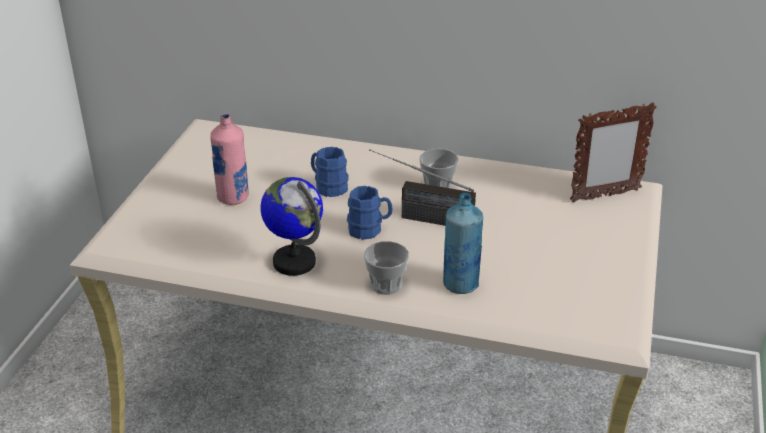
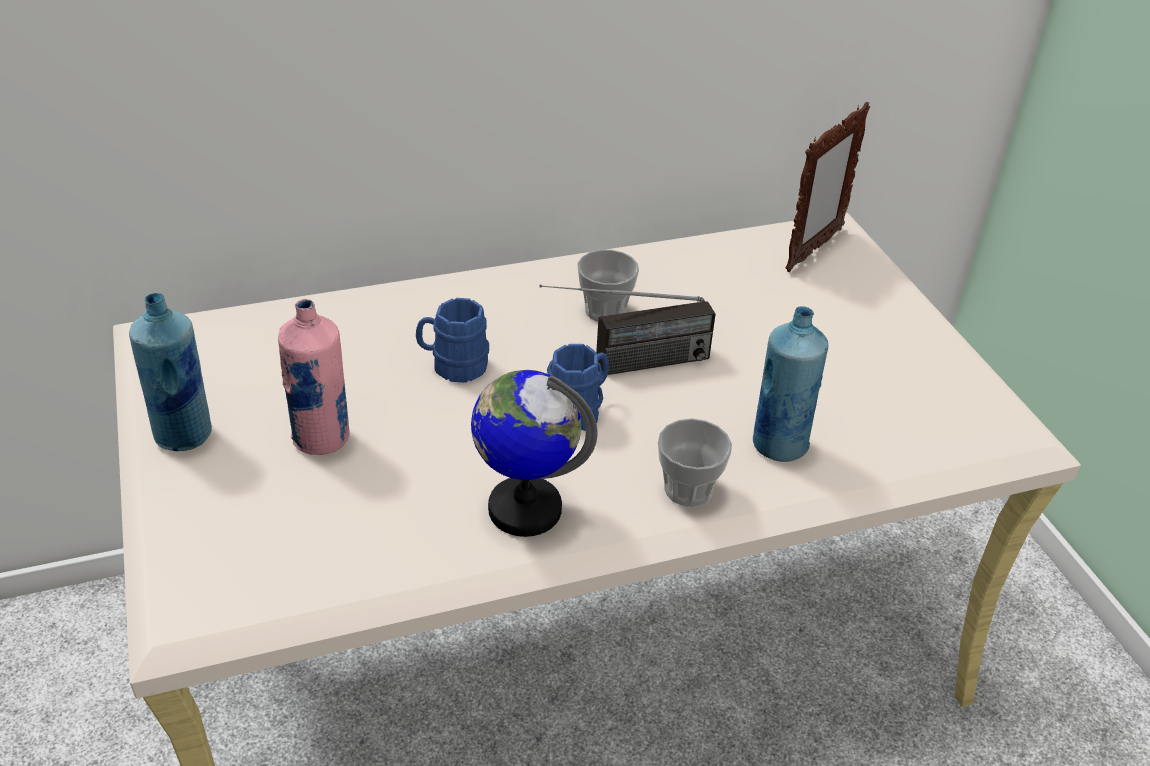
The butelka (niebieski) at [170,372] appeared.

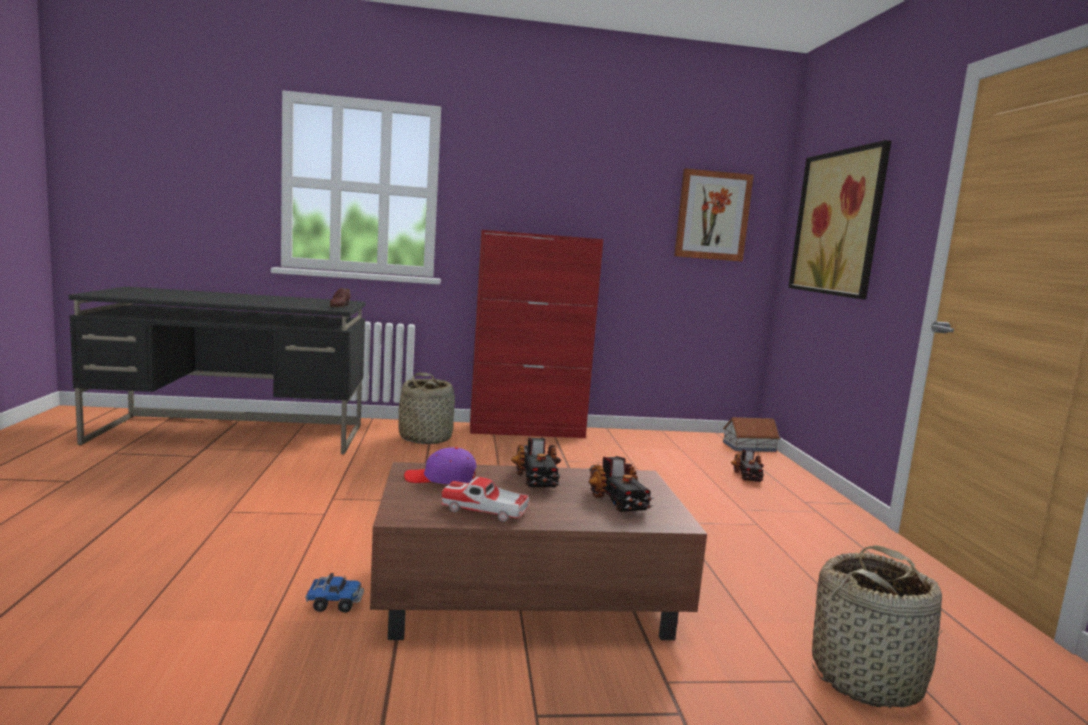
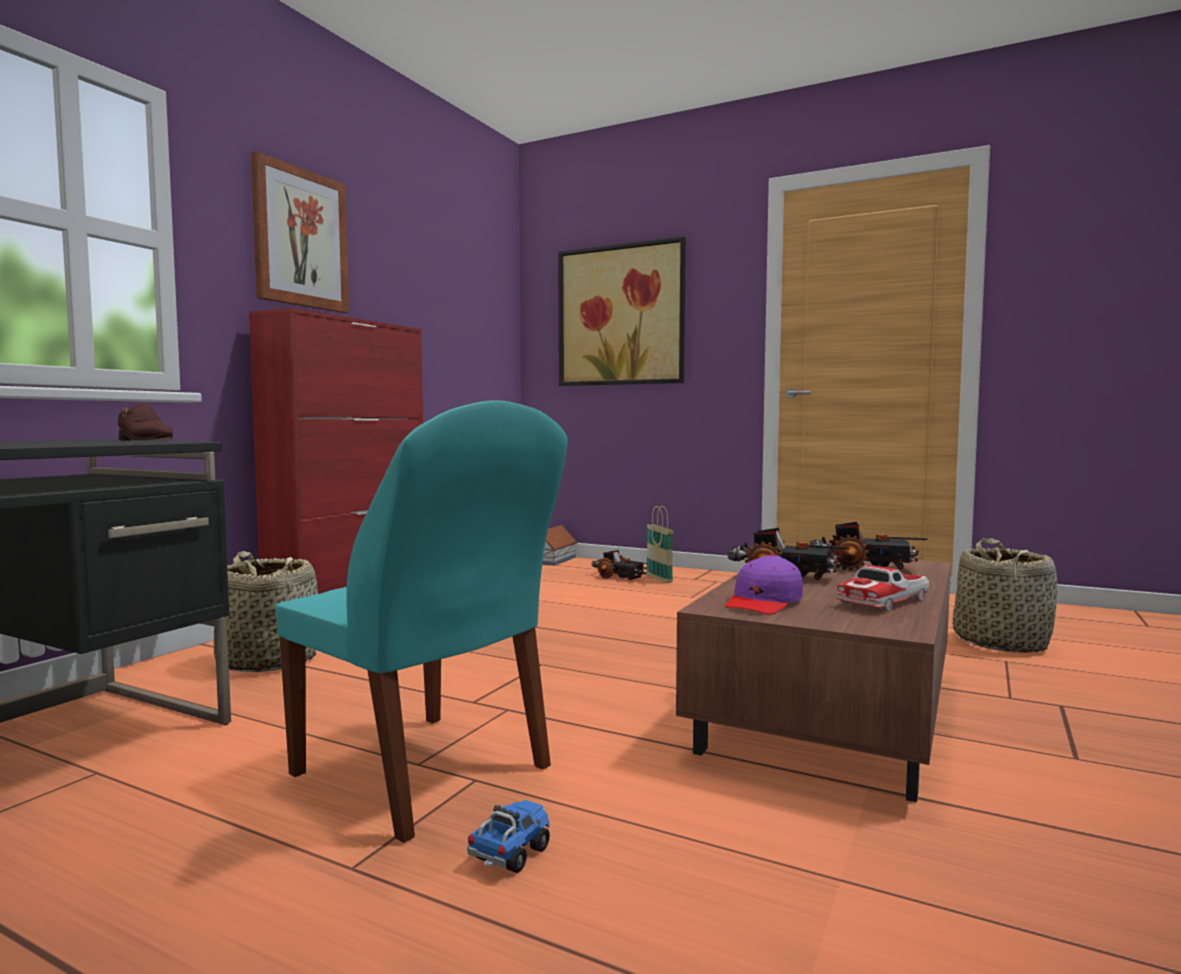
The obraz moved from [714,215] to [300,232]. The krzesło (turkusowy) at [421,621] appeared. The ciężarówka zabawkowa moved from [334,593] to [508,836]. The koszyk at [660,544] appeared.

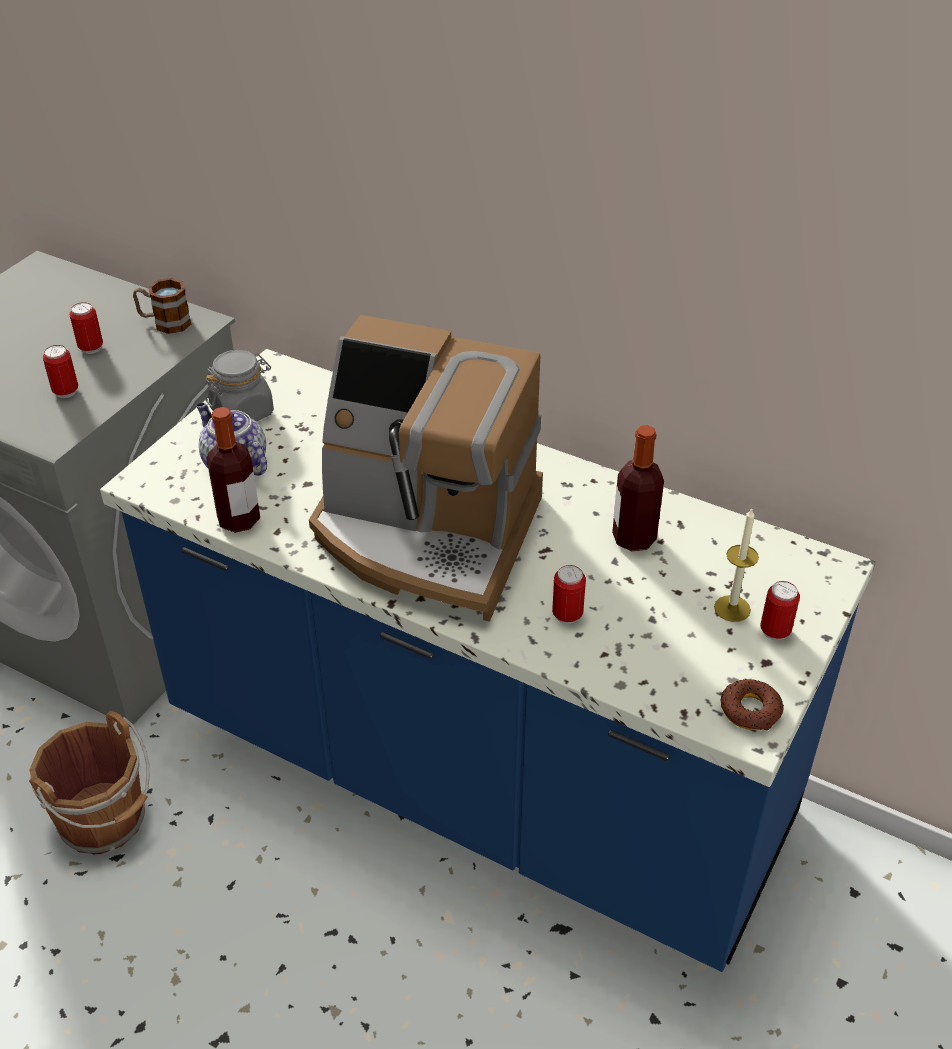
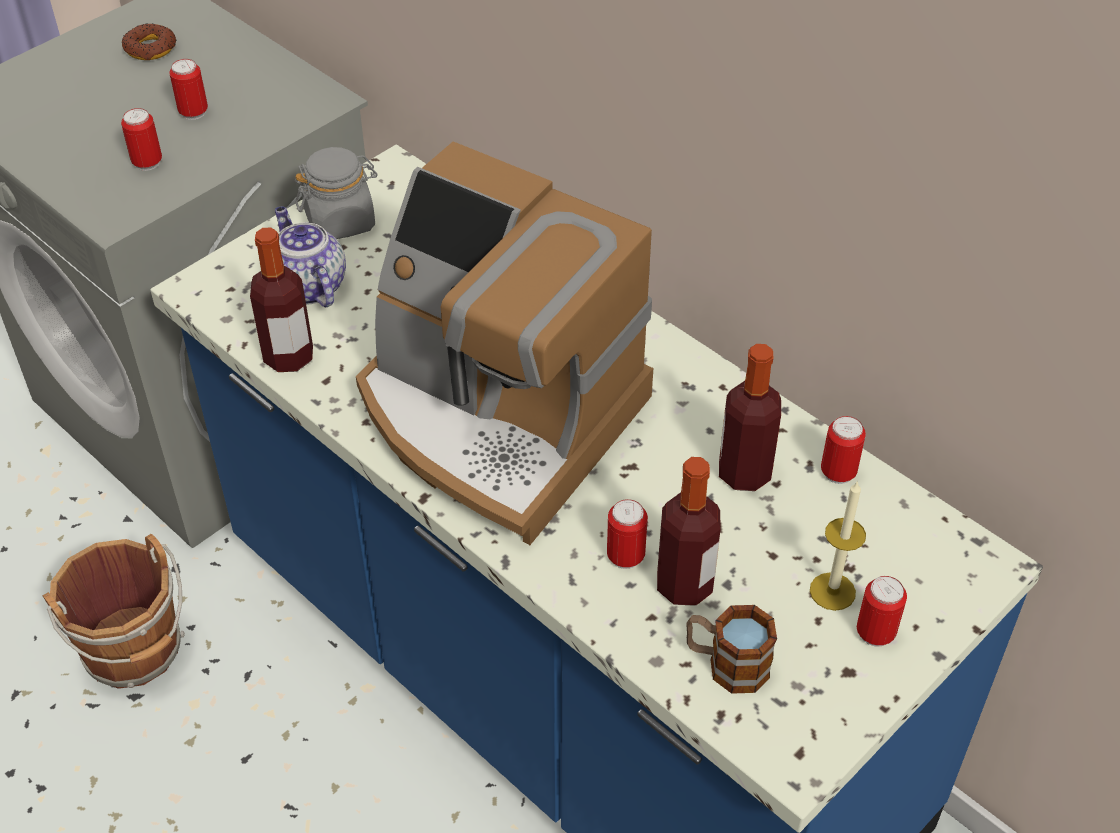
The donut moved from [752,704] to [149,41]. The butelka at [689,531] appeared. The kubek moved from [162,306] to [731,649]. The puszka at [843,450] appeared.

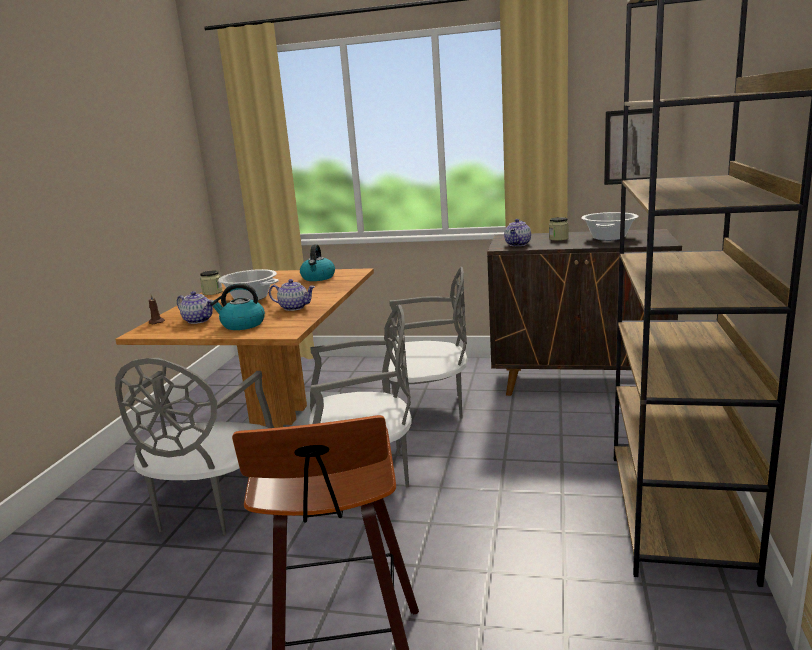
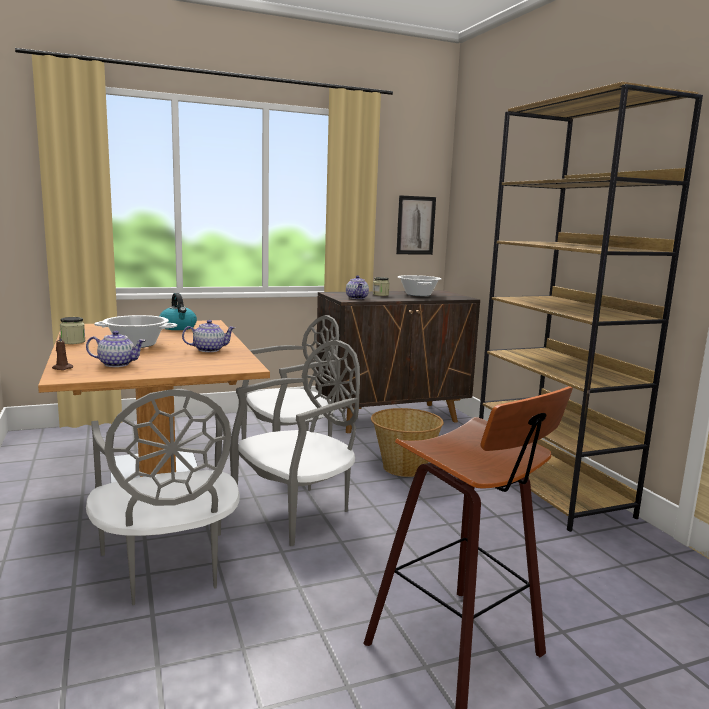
The koszyk at [407,442] appeared. The czajnik at [237,306] disappeared.

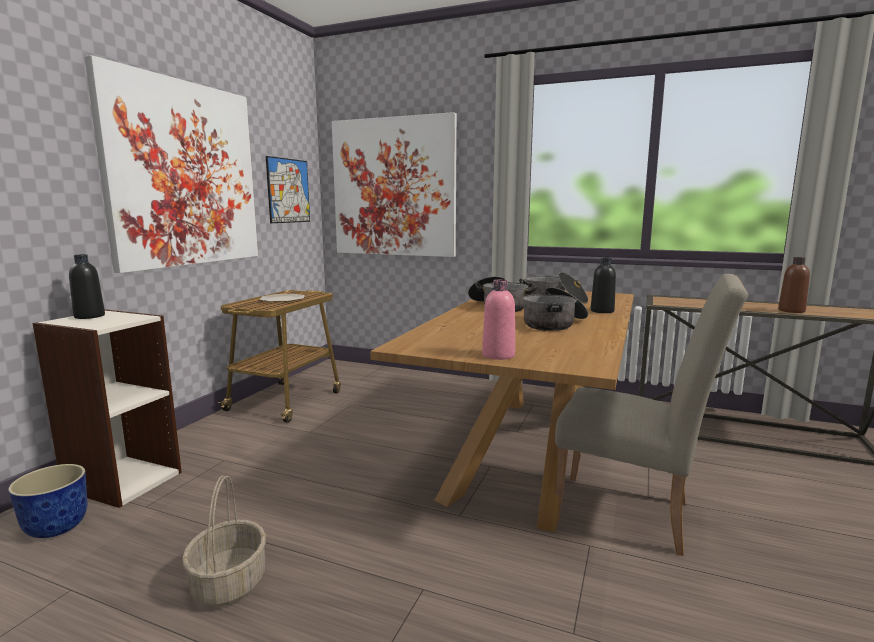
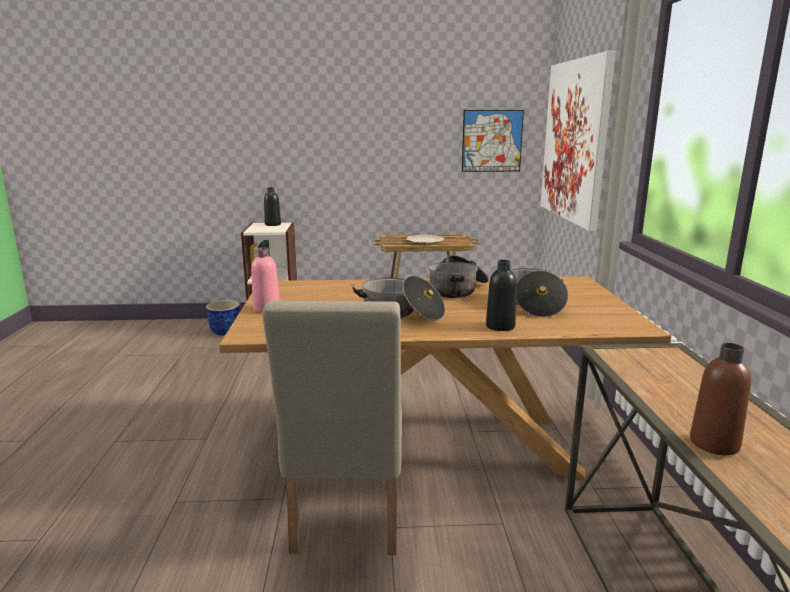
The obraz at [171,164] disappeared. The koszyk at [224,541] disappeared.

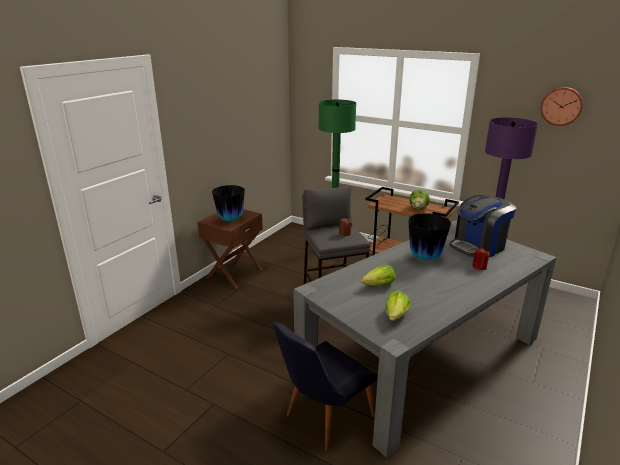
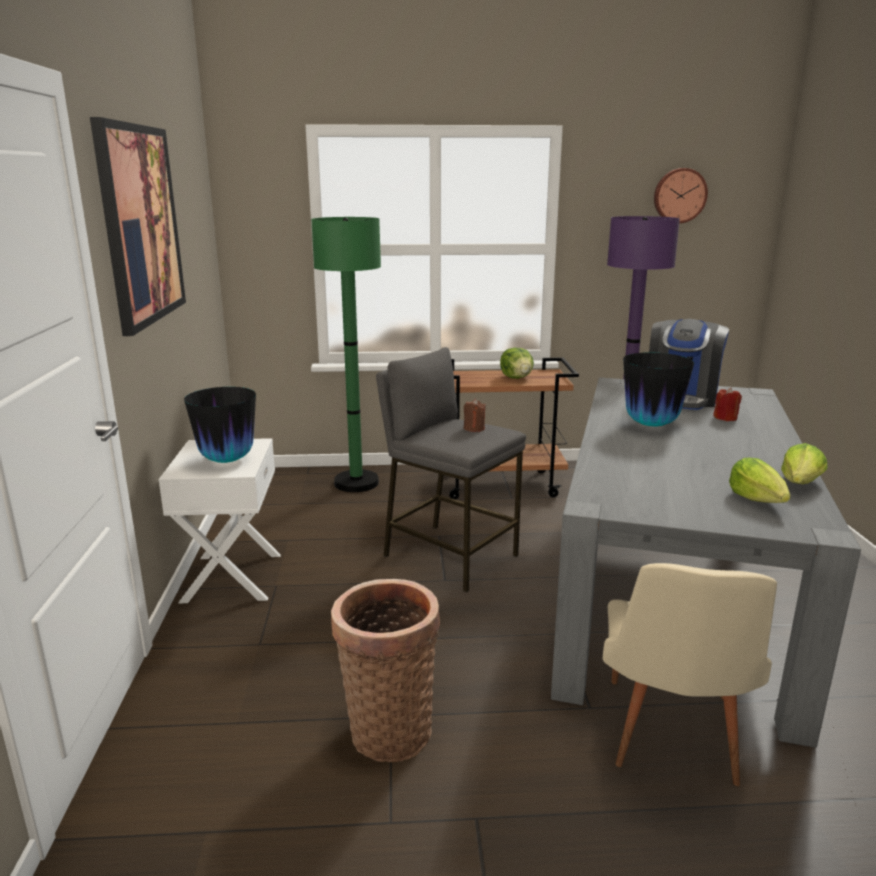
The obraz at [138,226] appeared. The szafka nocna (brązowy) at [230,249] became the szafka nocna (biały) at [220,521]. The koszyk at [385,670] appeared. The krzesło (czarny) at [324,386] became the krzesło (beżowy) at [690,674]. The sałata moved from [378,275] to [804,463].

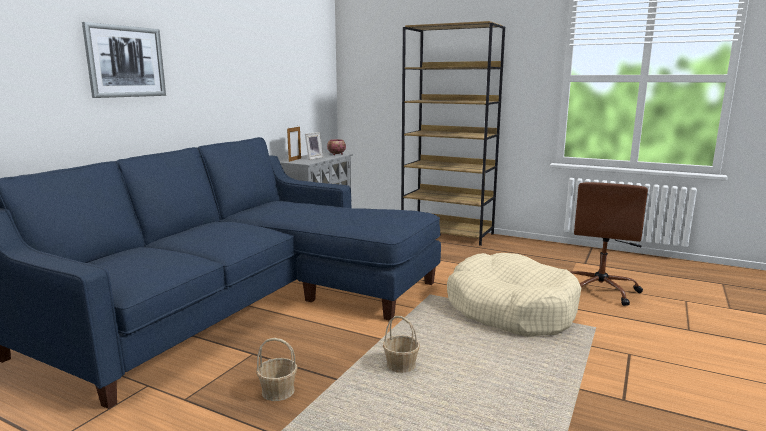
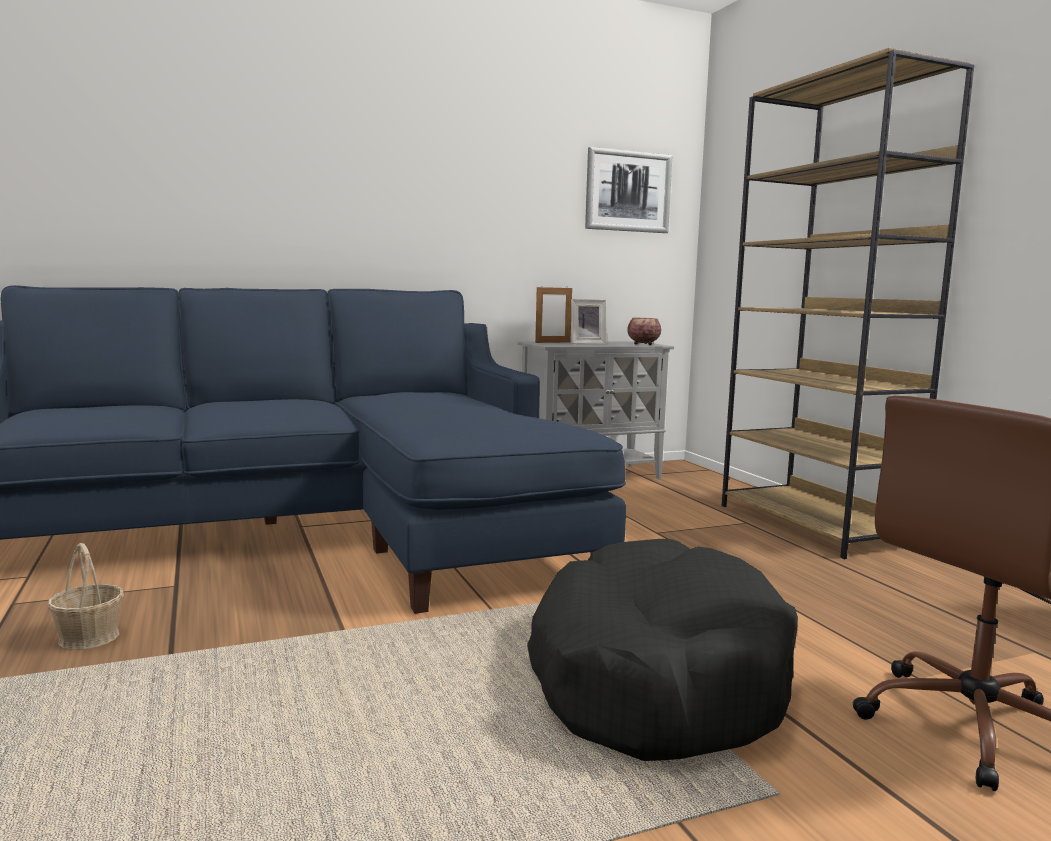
The legowisko (beżowy) at [514,295] became the legowisko (czarny) at [662,650]. The obraz moved from [124,60] to [628,190]. The koszyk at [401,344] disappeared.

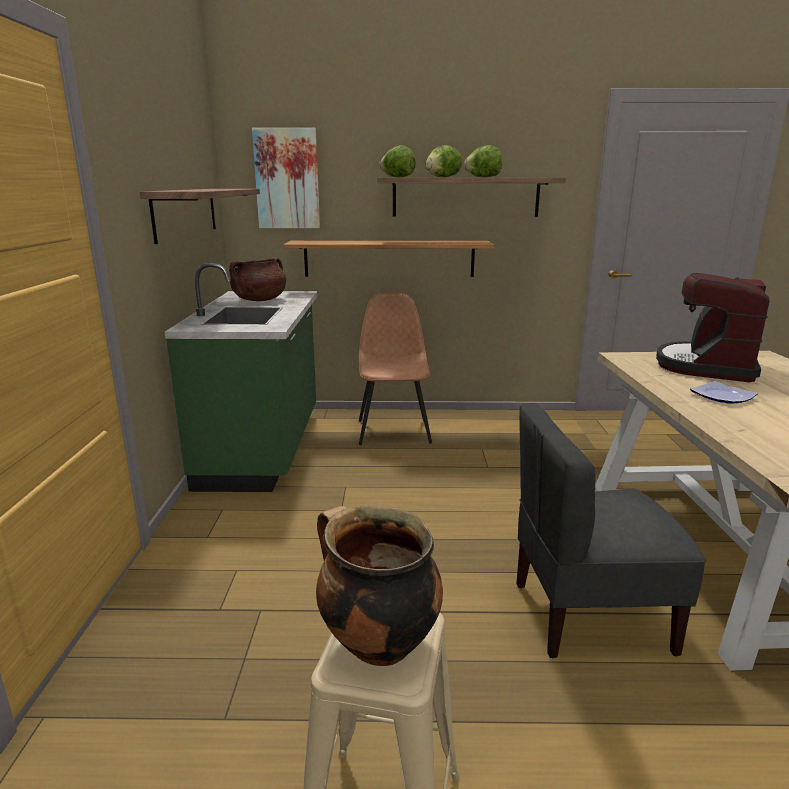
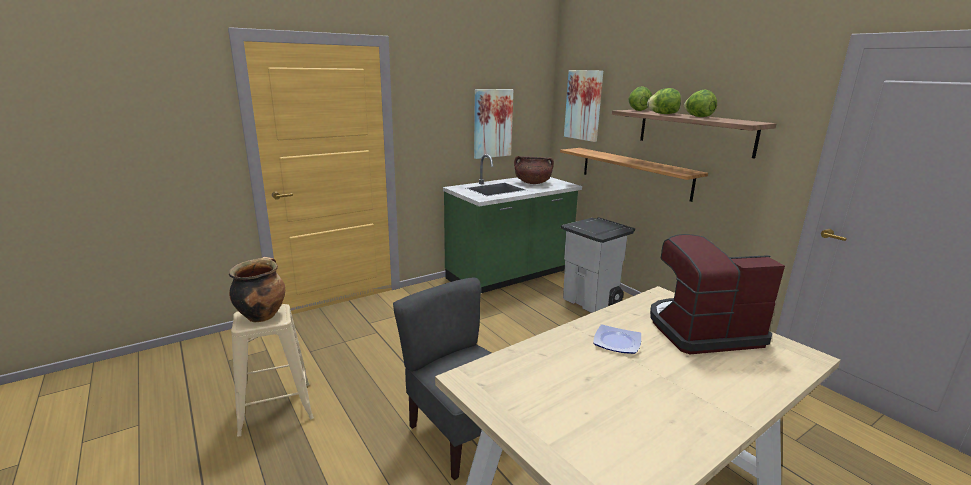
The półka at [200,216] was replaced by the obraz at [493,124]. The krzesło (brązowy) at [395,369] was replaced by the kosz na śmieci (szary) at [598,265].

